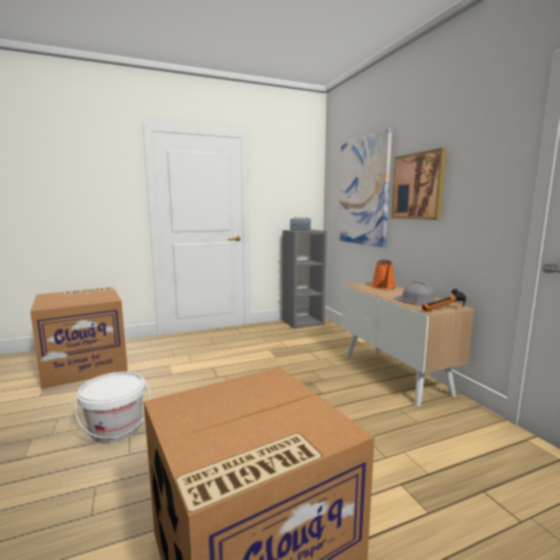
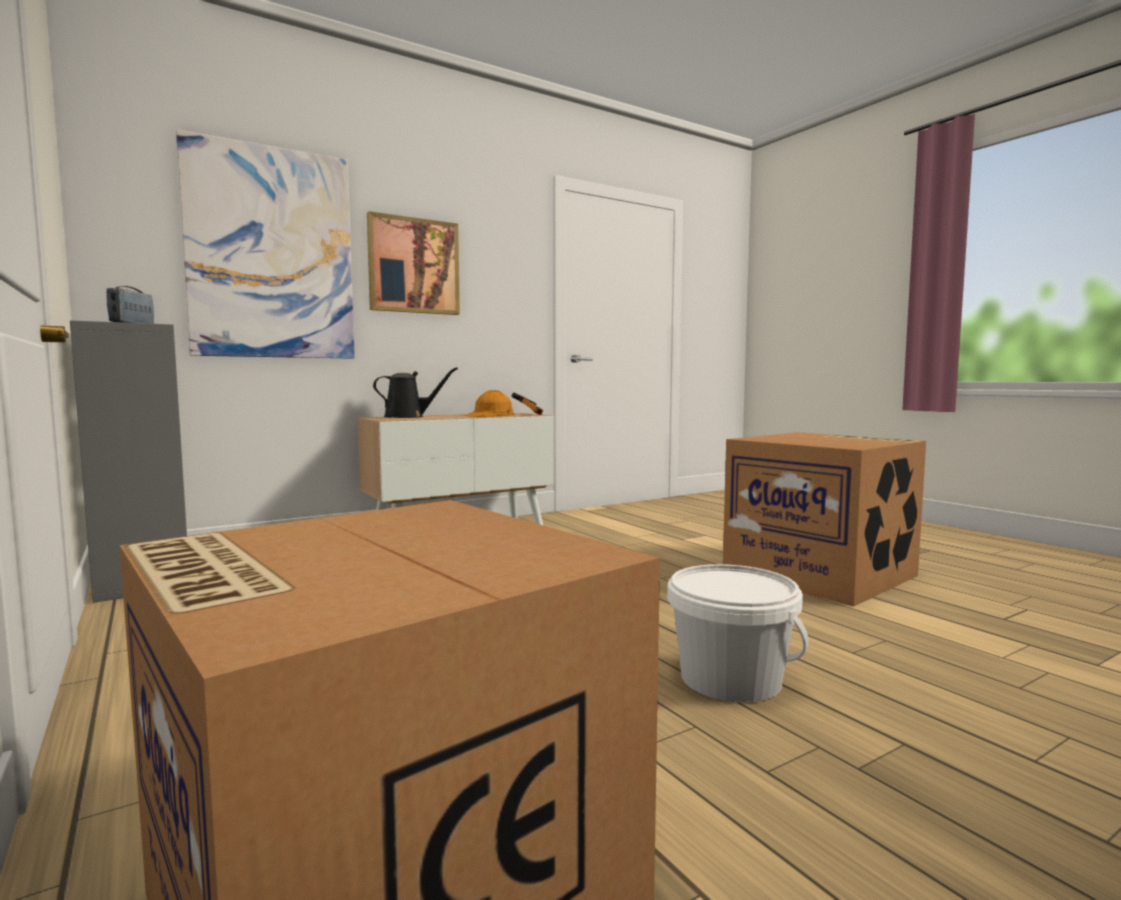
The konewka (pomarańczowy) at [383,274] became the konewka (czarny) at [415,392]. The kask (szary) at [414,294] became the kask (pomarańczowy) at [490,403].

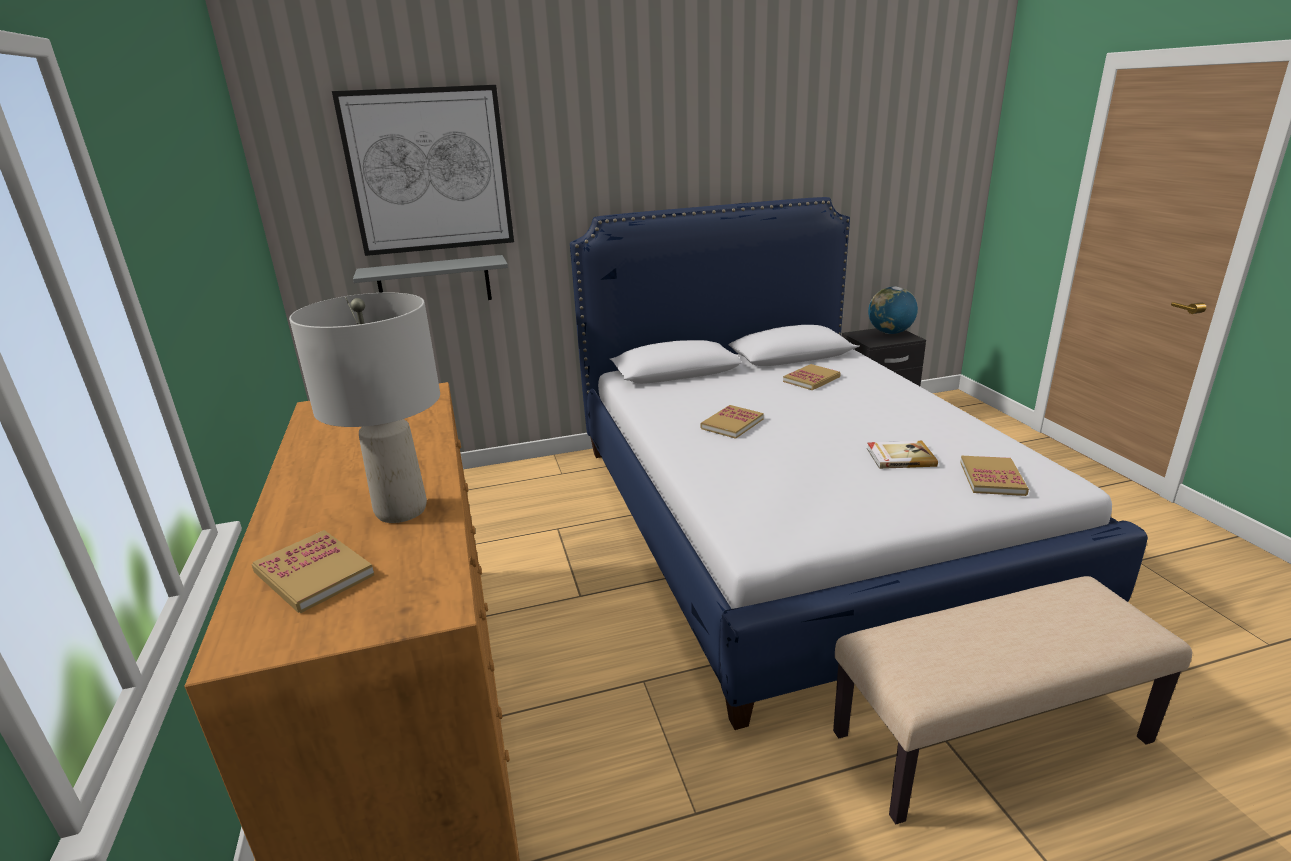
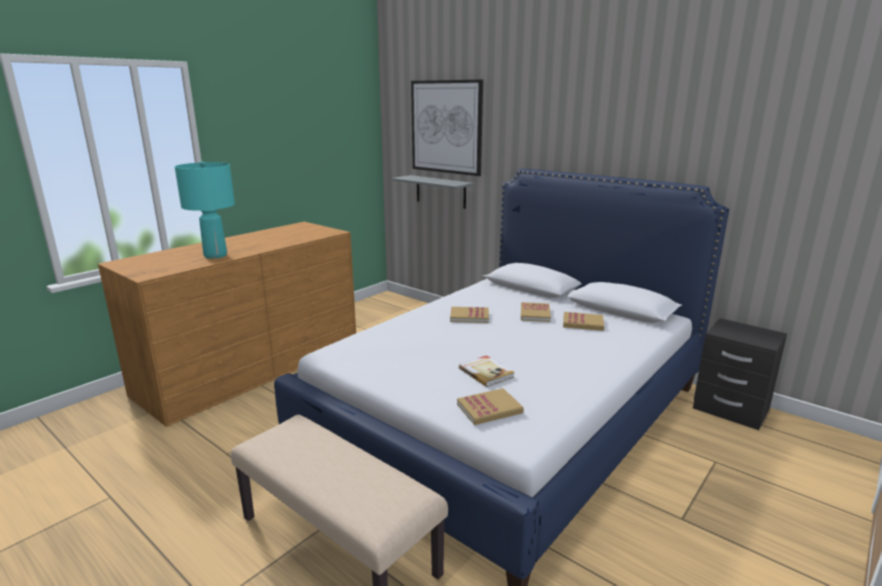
The lampa stołowa (szary) at [364,408] became the lampa stołowa (turkusowy) at [205,210]. The książka moved from [312,571] to [536,312]. The globus at [893,310] disappeared.

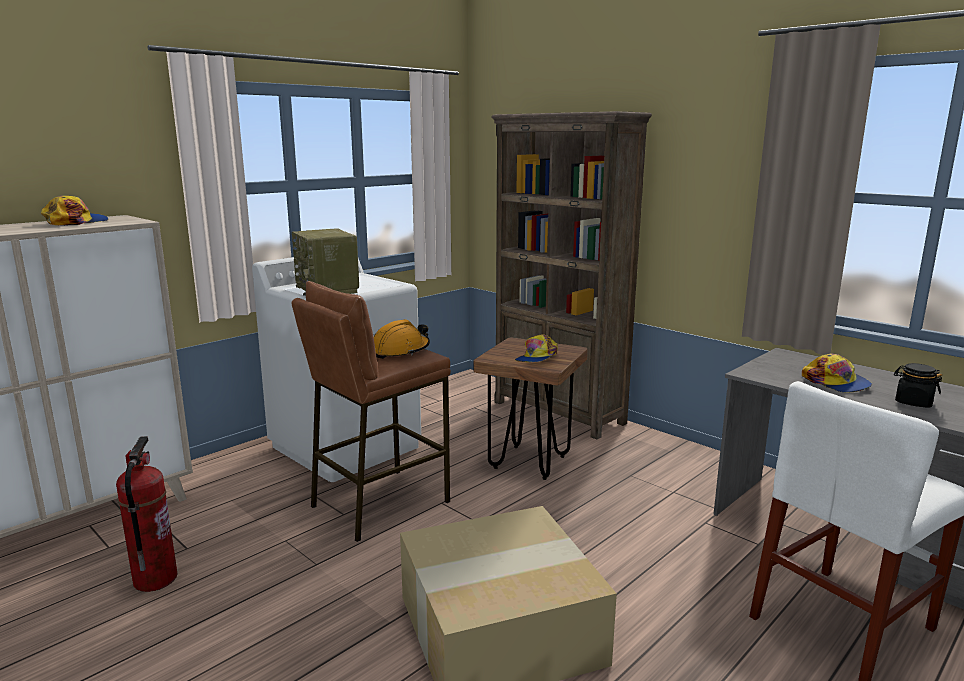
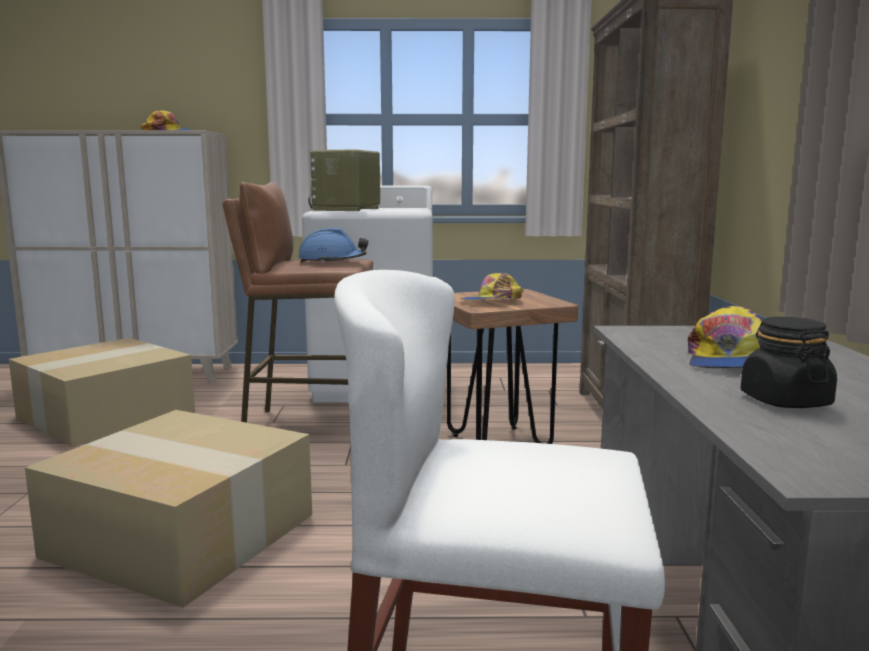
The gaśnica at [147,514] was replaced by the karton at [102,392]. The kask (pomarańczowy) at [401,339] became the kask (niebieski) at [333,245].

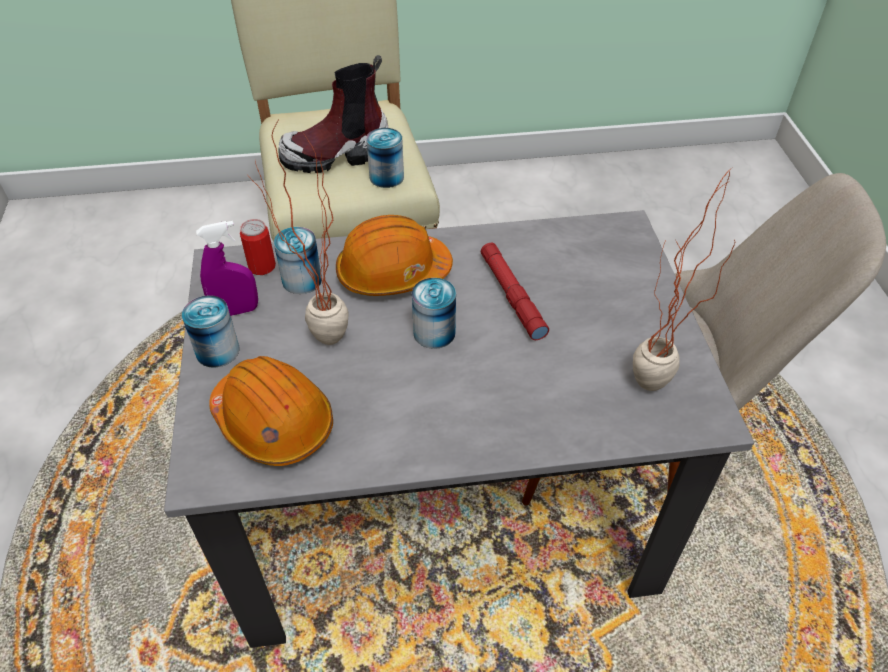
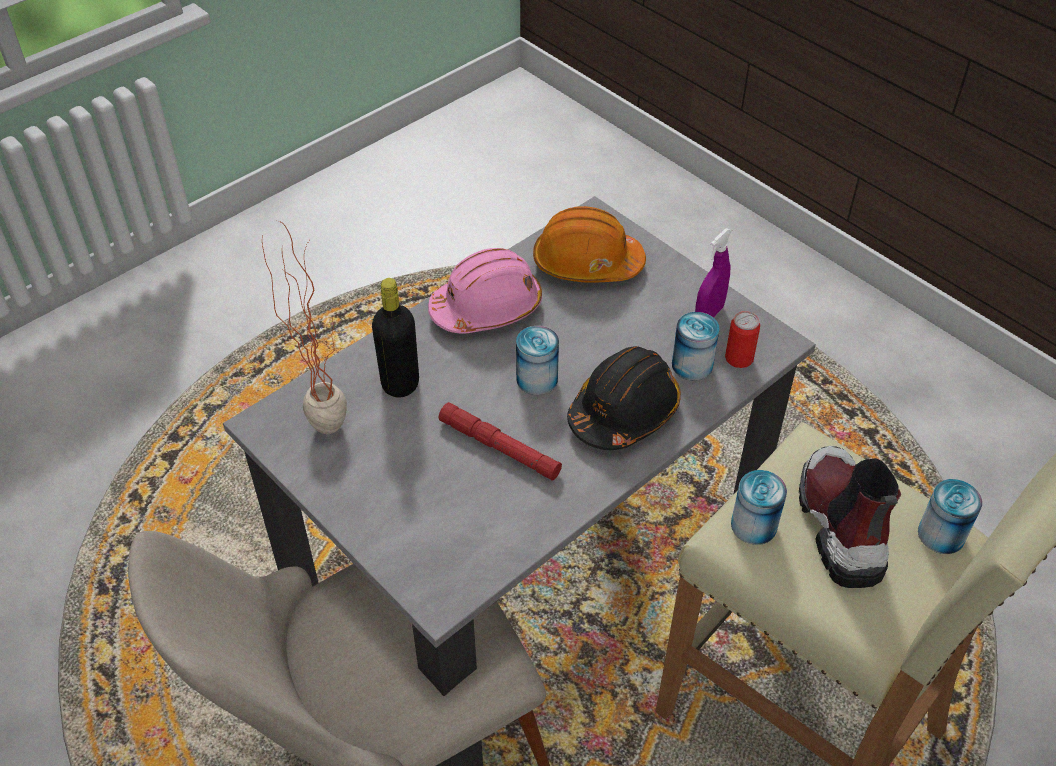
The butelka (czarny) at [395,338] appeared. The kask (różowy) at [485,291] appeared. The kask (pomarańczowy) at [394,255] became the kask (czarny) at [624,398]. The but z cholewką at [333,114] turned 45 degrees counterclockwise. The puszka moved from [210,331] to [950,516]. The roślina doniczkowa at [299,233] disappeared.

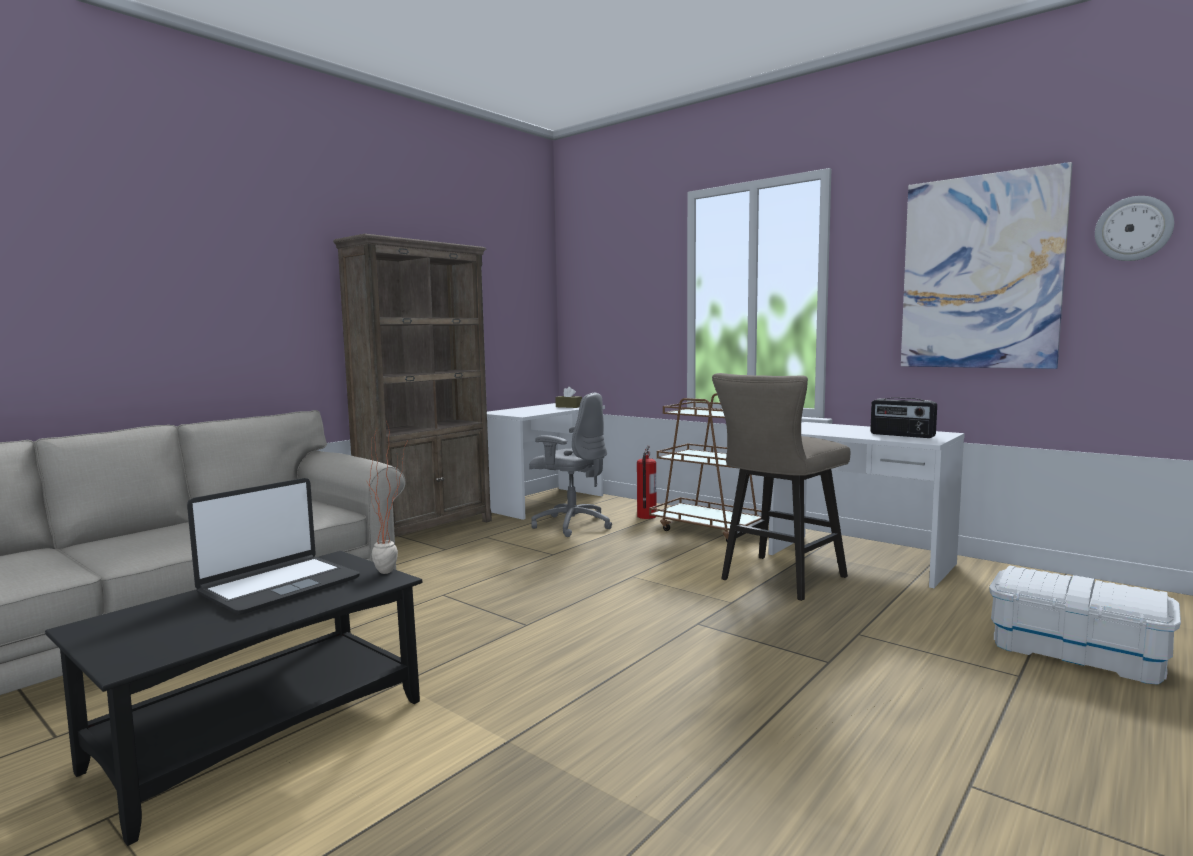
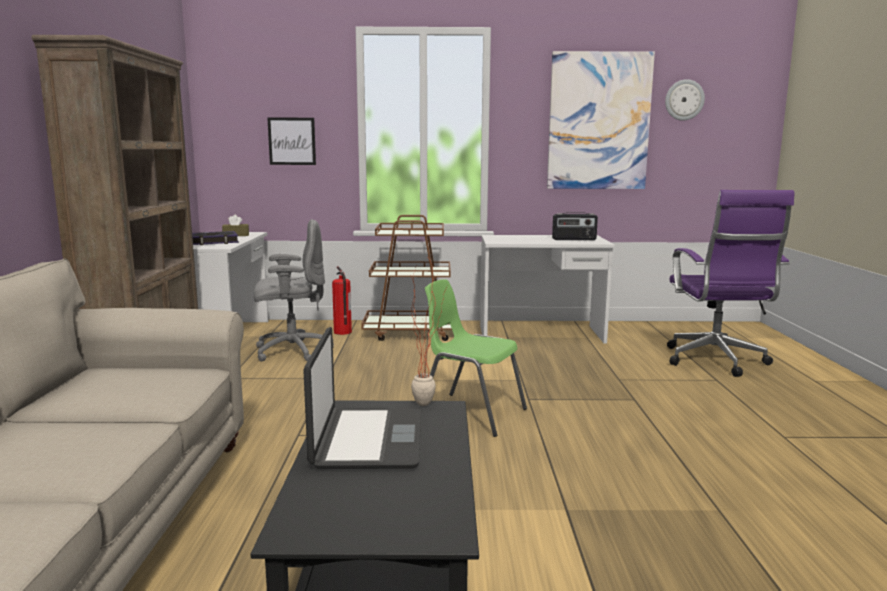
The książka at [215,238] appeared. The obraz at [291,141] appeared. The krzesło (zielony) at [476,358] appeared. The pojemnik do przechowywania (biały) at [1085,625] was replaced by the krzesło biurowe (fioletowy) at [731,283]. The stołek (beżowy) at [781,487] disappeared.

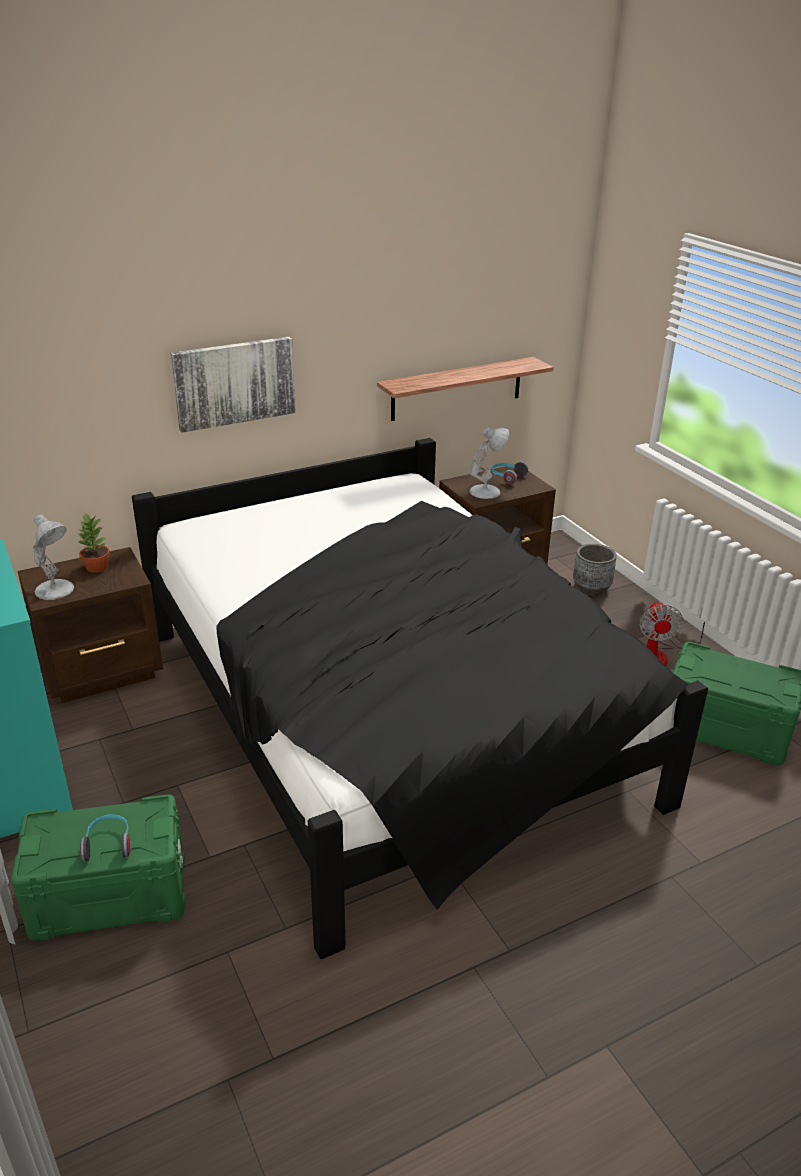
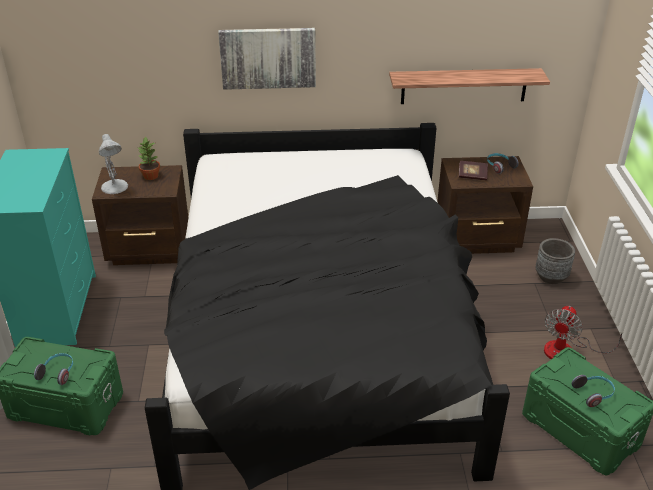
The lampa stołowa (biały) at [489,463] was replaced by the książka at [473,170]. The słuchawki at [593,391] appeared.

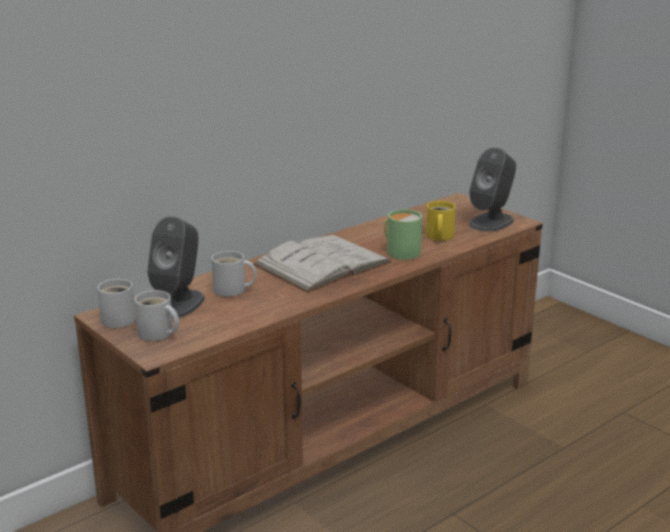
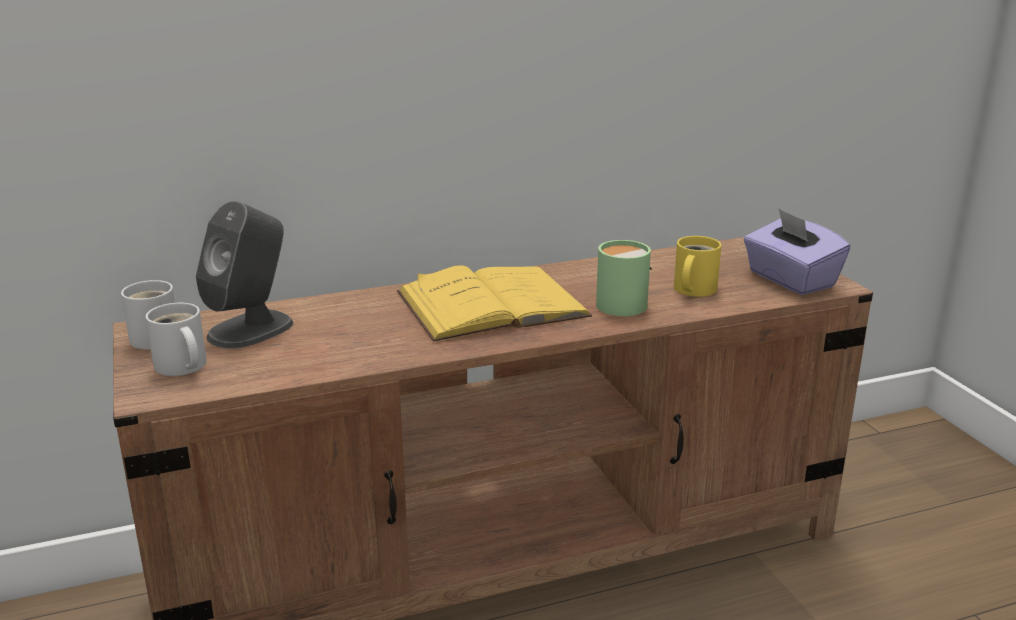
The książka (biały) at [322,263] became the książka (żółty) at [494,303]. The głośnik (szary) at [492,189] was replaced by the pudełko chusteczek (fioletowy) at [797,251]. The kubek (biały) at [233,274] disappeared.

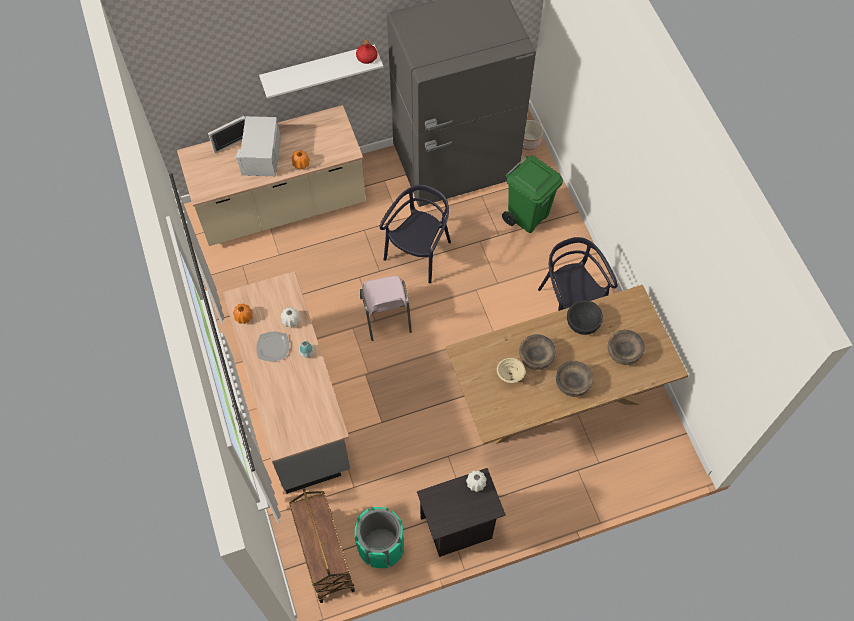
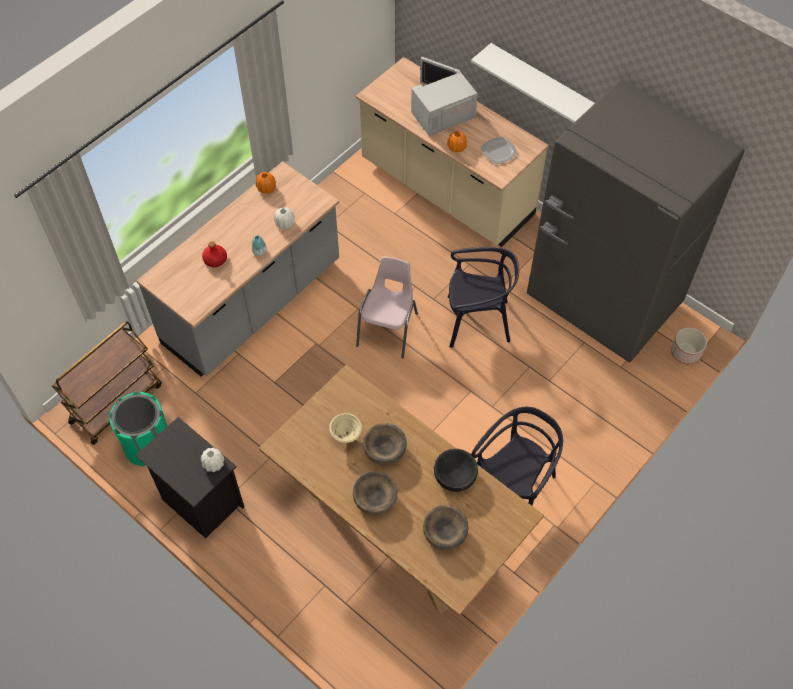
The butelka (czerwony) moved from [366,52] to [214,254]. The krzesło (różowy) at [386,308] turned 150 degrees clockwise. The talerz moved from [272,346] to [499,150]. The kosz na śmieci (zielony) at [532,194] disappeared.

